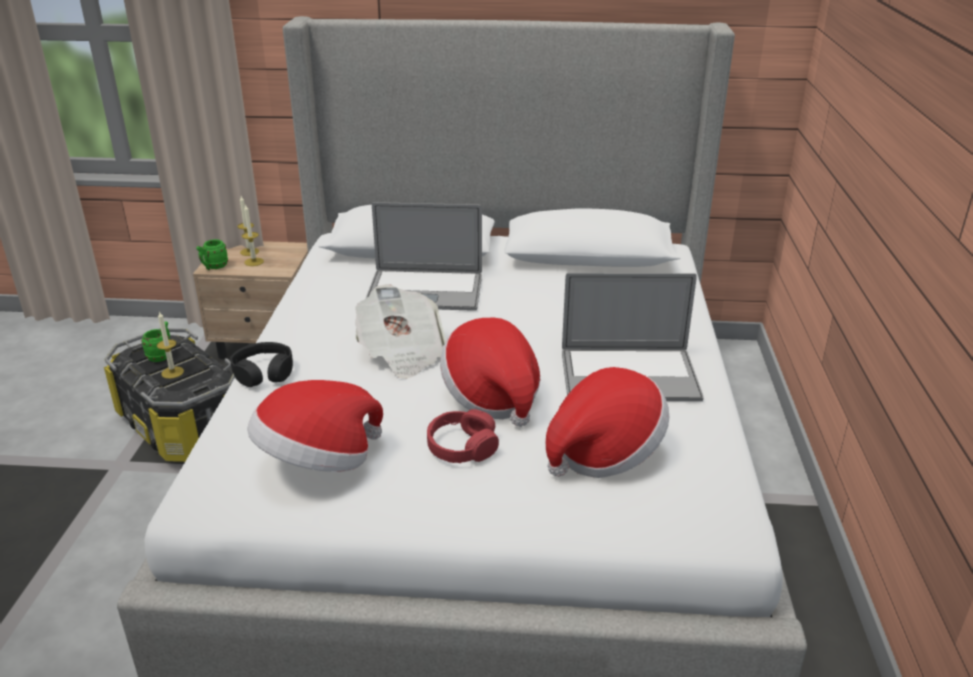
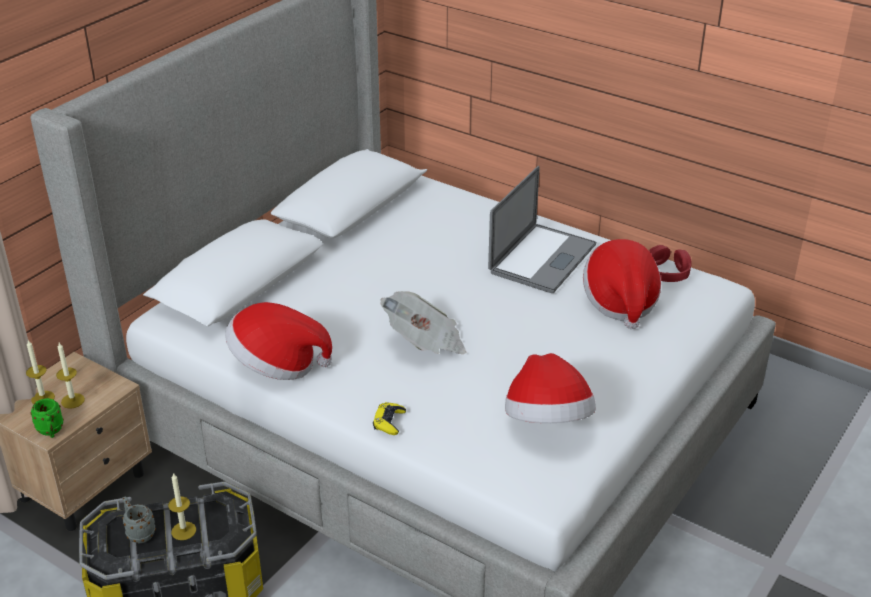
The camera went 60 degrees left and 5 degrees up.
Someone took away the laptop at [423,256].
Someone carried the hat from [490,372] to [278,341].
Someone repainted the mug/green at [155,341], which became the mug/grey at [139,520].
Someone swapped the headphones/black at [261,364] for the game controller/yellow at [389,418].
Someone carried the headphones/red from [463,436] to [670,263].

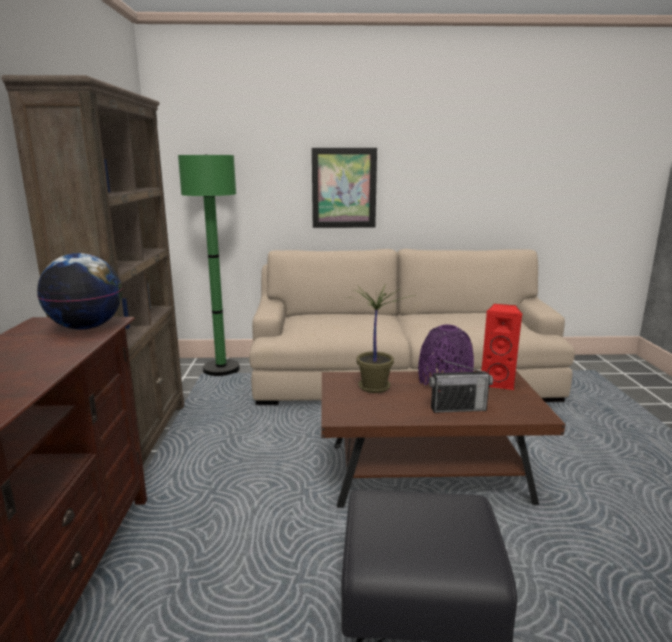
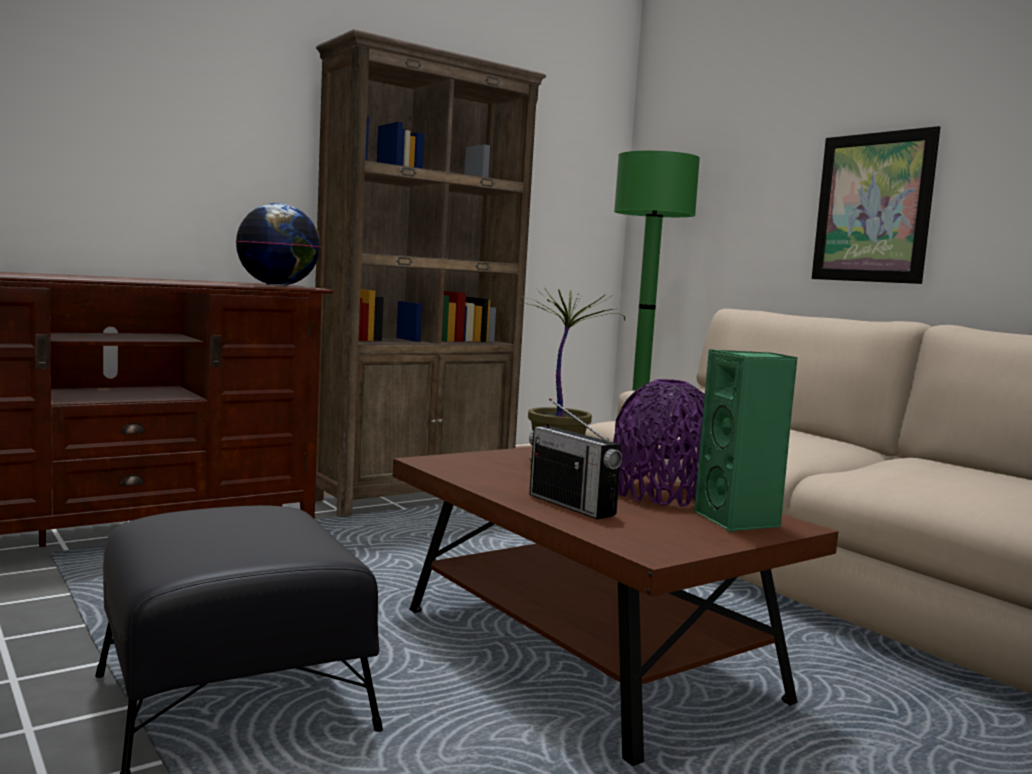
The camera went 55 degrees right and 10 degrees down.
Someone repainted the speaker/red at [502,347], which became the speaker/green at [746,440].

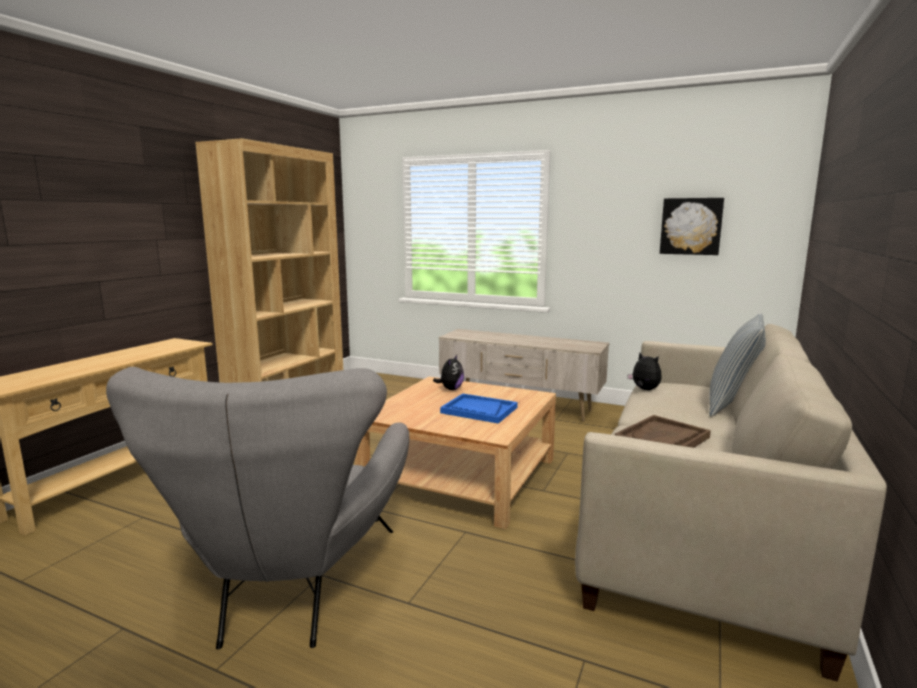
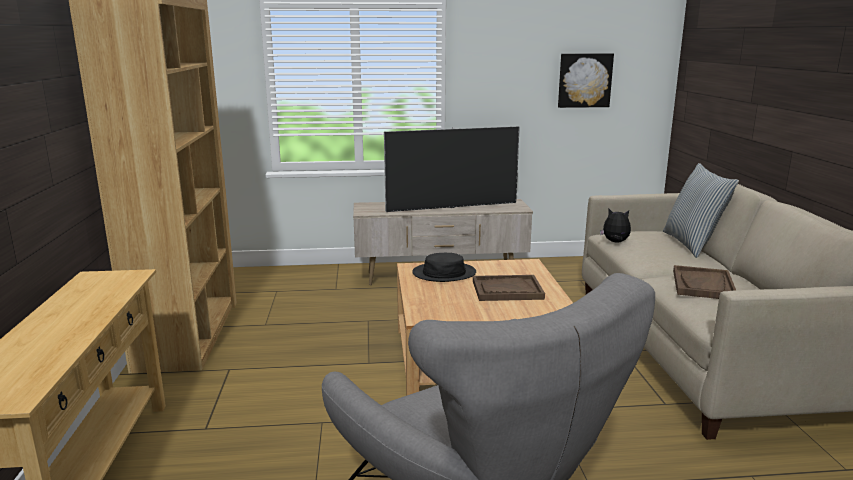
The camera went 30 degrees left and 5 degrees up.
Someone swapped the plush toy at [448,372] for the hat/black at [444,267].
Someone repainted the tray/blue at [479,408], which became the tray/brown at [509,288].
Someone put down the television at [452,169].

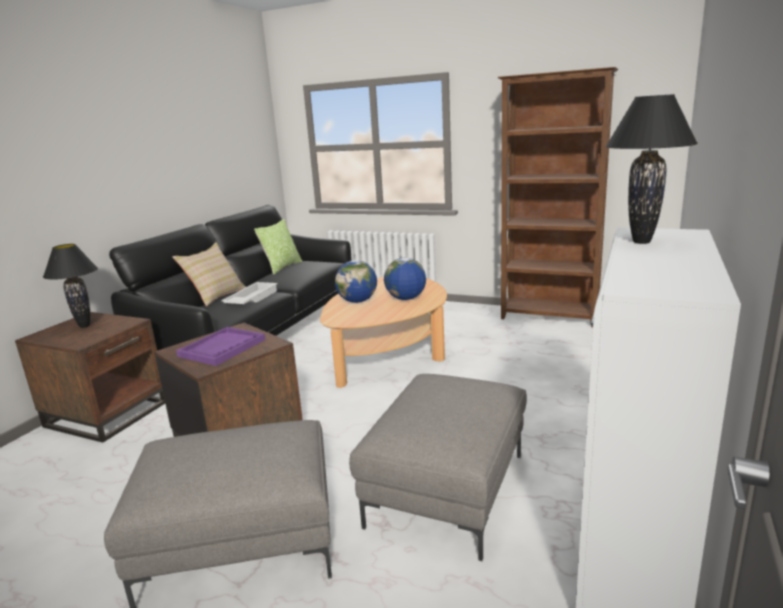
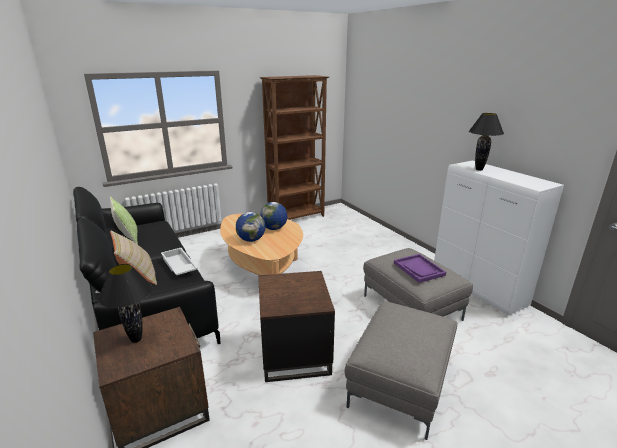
The camera went 55 degrees left and 5 degrees up.
Someone carried the tray/purple from [220,346] to [420,268].

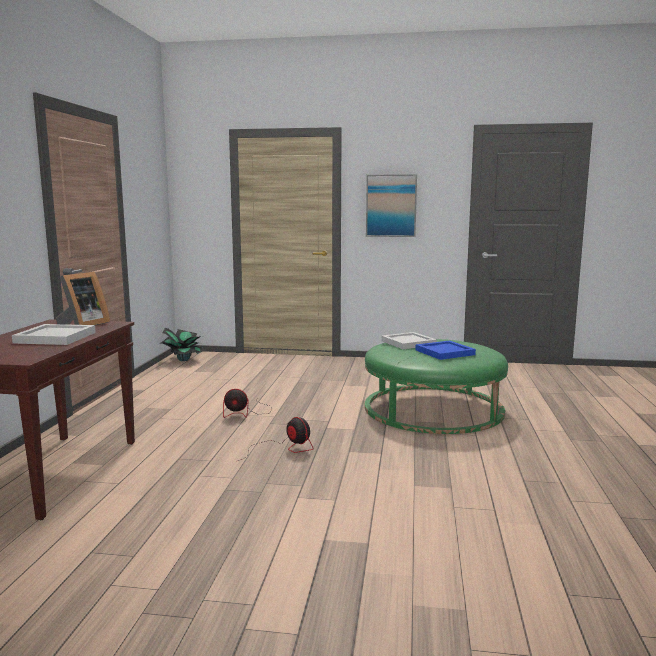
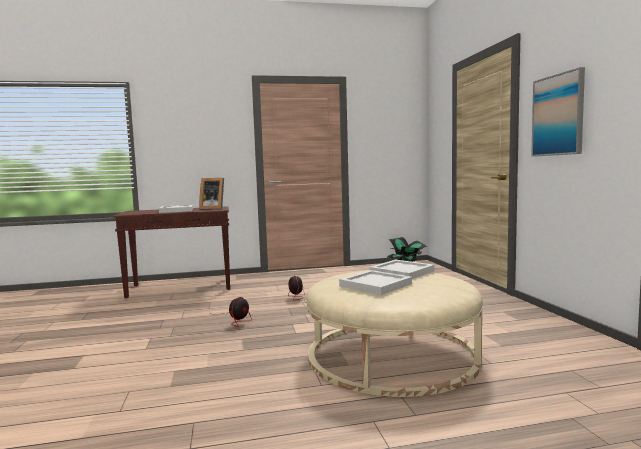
The camera went 70 degrees right and 5 degrees down.
Someone repainted the ottoman/green at [436,386], which became the ottoman/beige at [394,333].
Someone repainted the tray/blue at [445,350], which became the tray/white at [375,282].

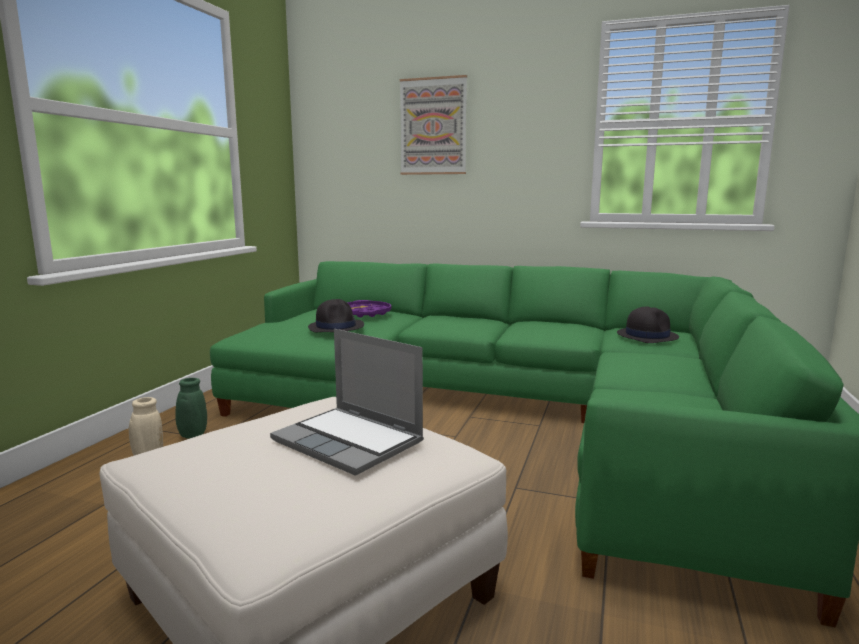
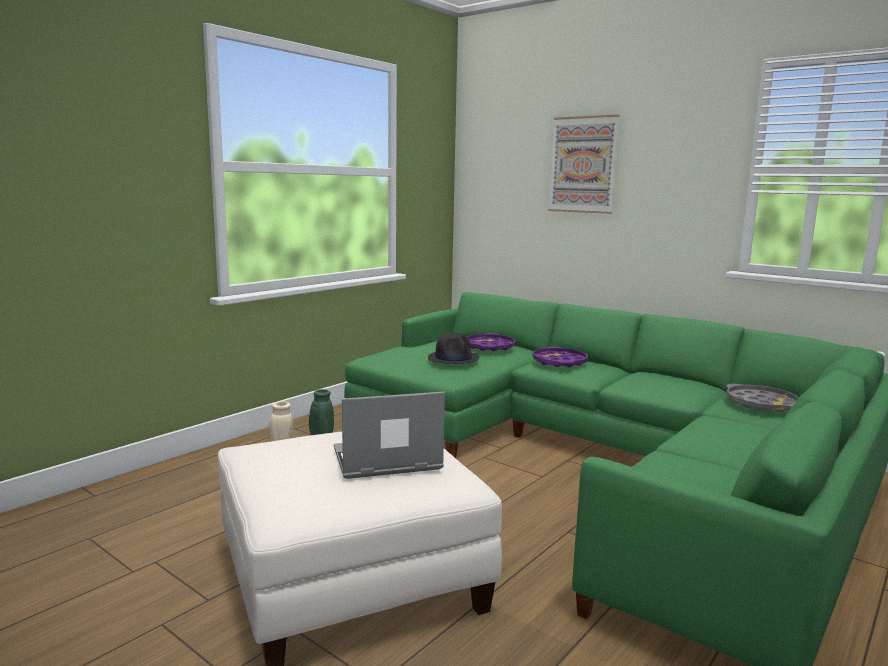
The camera went 20 degrees right and 0 degrees up.
Someone swapped the hat/black at [648,324] for the tray/grey at [762,398].
Someone rotated the laptop at [347,402] by 105 degrees clockwise.
Someone put down the tray/purple at [560,357].

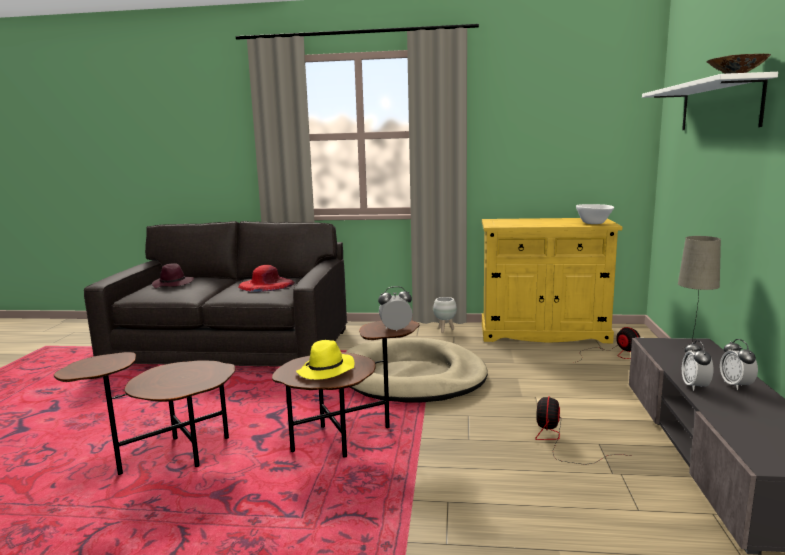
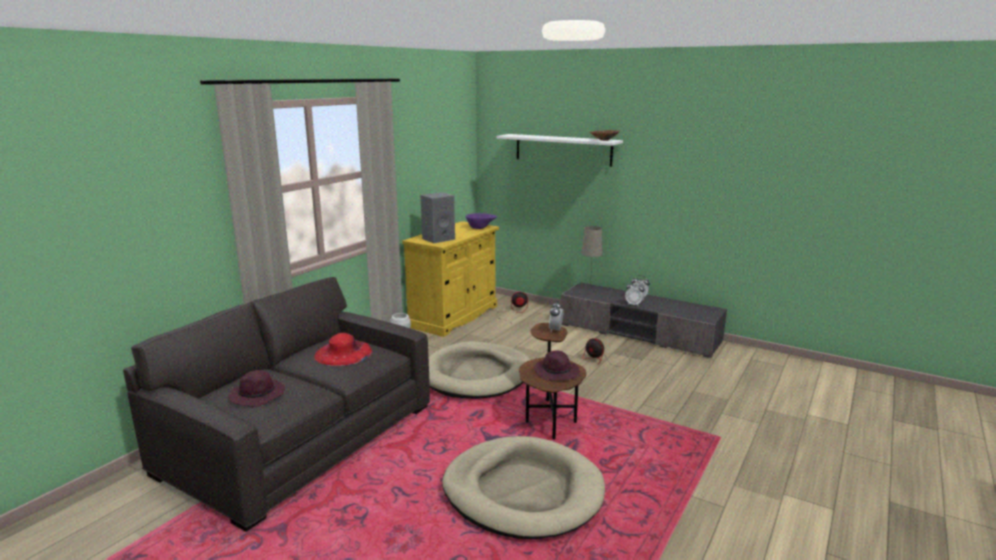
The camera went 65 degrees left and 5 degrees up.
Someone repainted the bowl/white at [595,214], which became the bowl/purple at [481,221].
Someone repainted the hat/yellow at [325,360], which became the hat/purple at [557,365].
Someone swapped the side table/brown at [144,413] for the dog bed/beige at [523,487].
Someone put down the speaker/grey at [438,217].

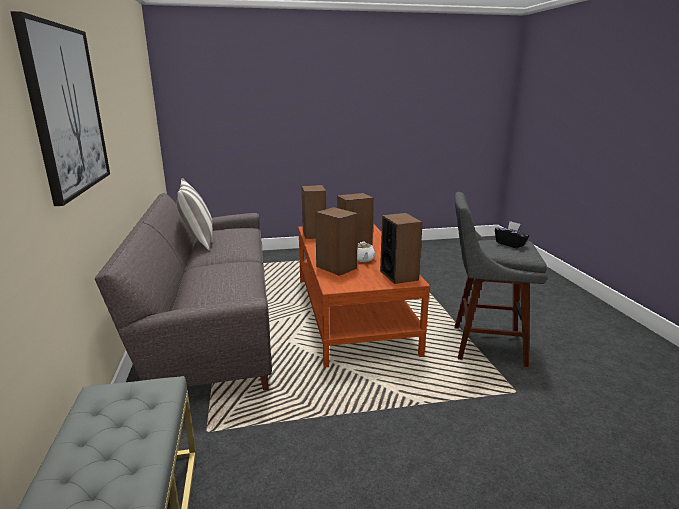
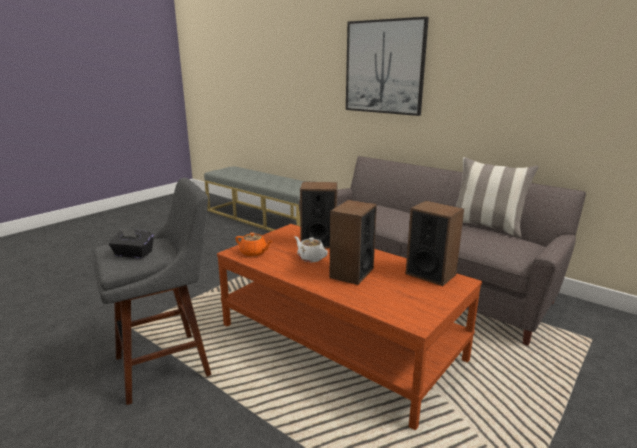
The camera went 140 degrees right and 0 degrees up.
Someone swapped the speaker at [401,248] for the teapot/orange at [254,244].

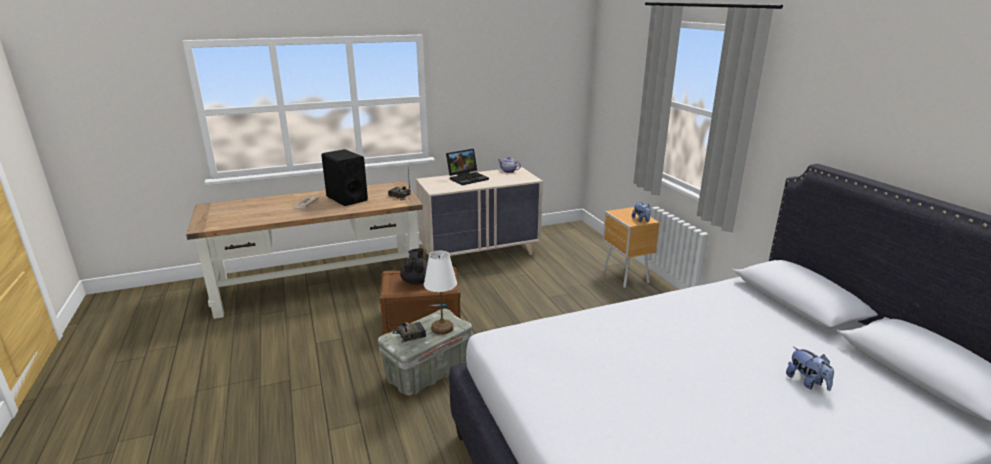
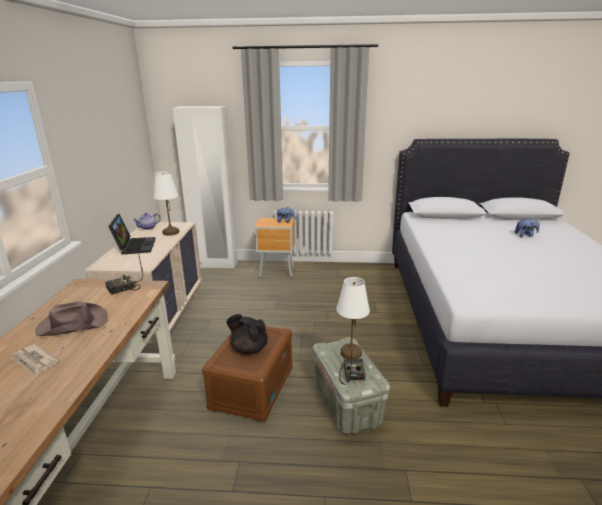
The camera went 65 degrees left and 0 degrees up.
Someone swapped the speaker/black at [344,177] for the hat/brown at [71,318].
Someone put down the wardrobe/white at [205,187].
Someone put down the table lamp/white at [166,203].

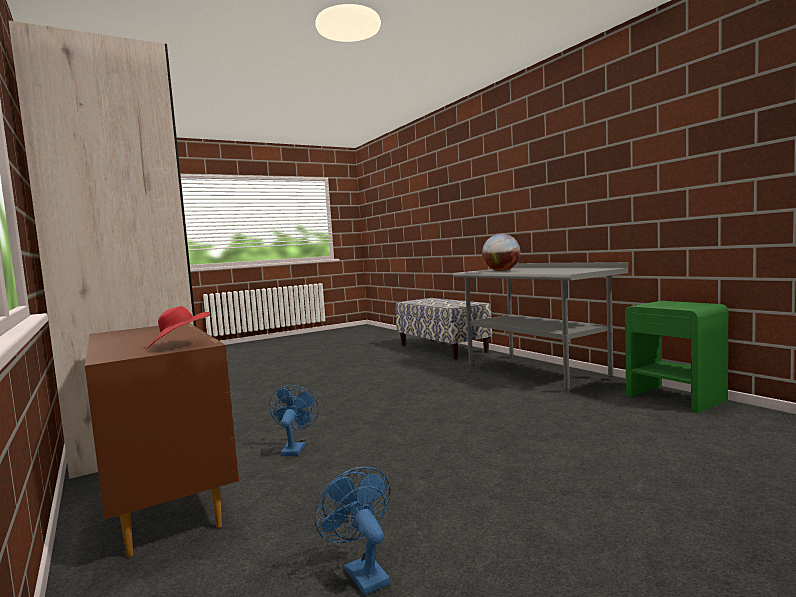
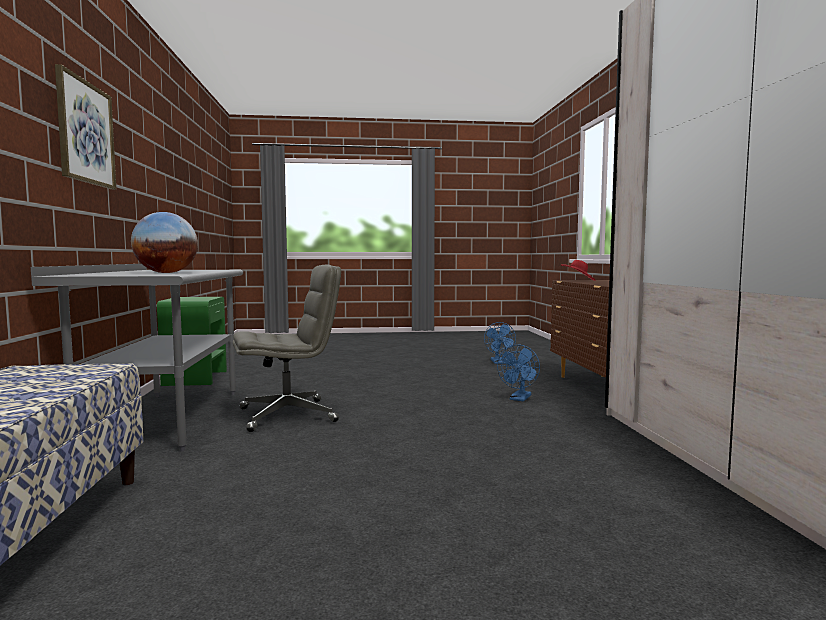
The camera went 155 degrees left and 0 degrees up.
Someone put up the picture at [85,126].
Someone put down the office chair/grey at [287,348].

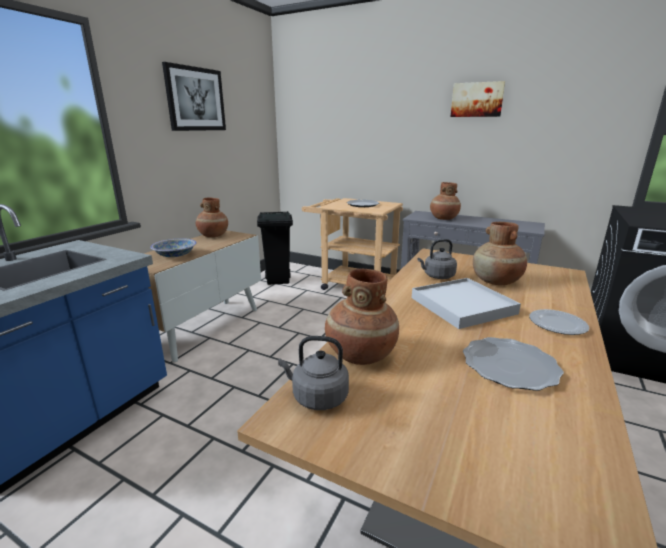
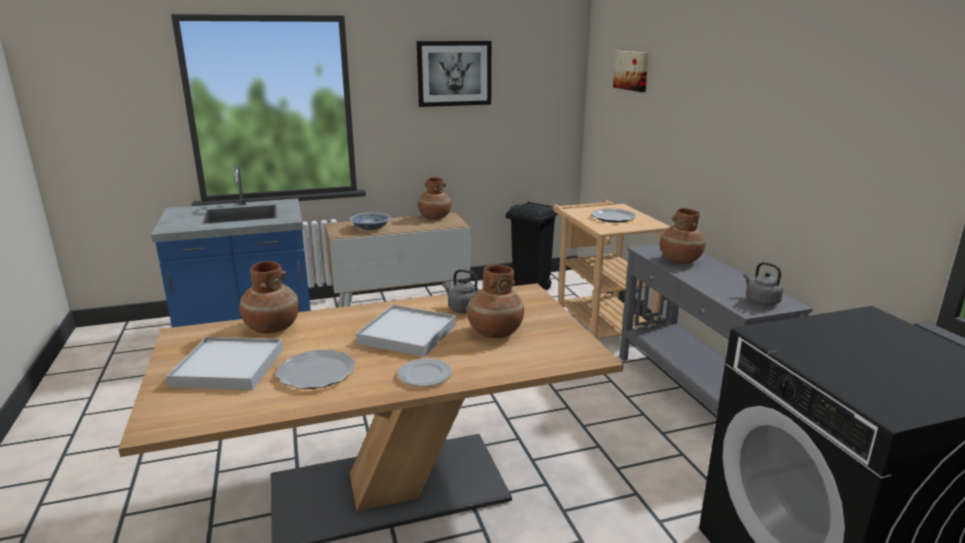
The camera went 45 degrees right and 0 degrees up.
Someone carried the picture from [477,99] to [631,71].
Someone carried the kettle/grey from [313,373] to [763,284].
Someone put down the tray/white at [225,363].

